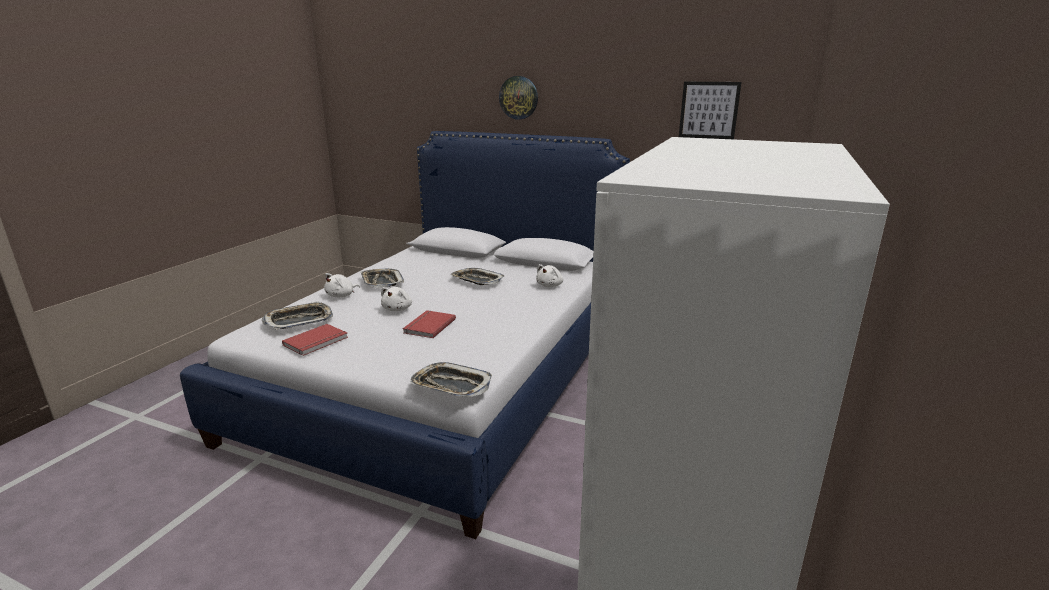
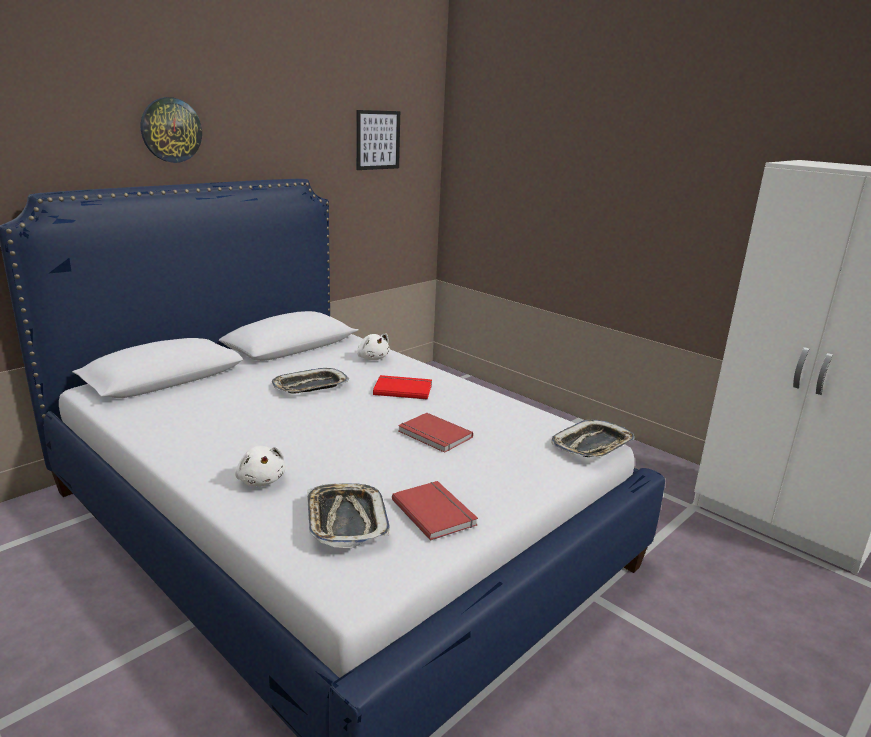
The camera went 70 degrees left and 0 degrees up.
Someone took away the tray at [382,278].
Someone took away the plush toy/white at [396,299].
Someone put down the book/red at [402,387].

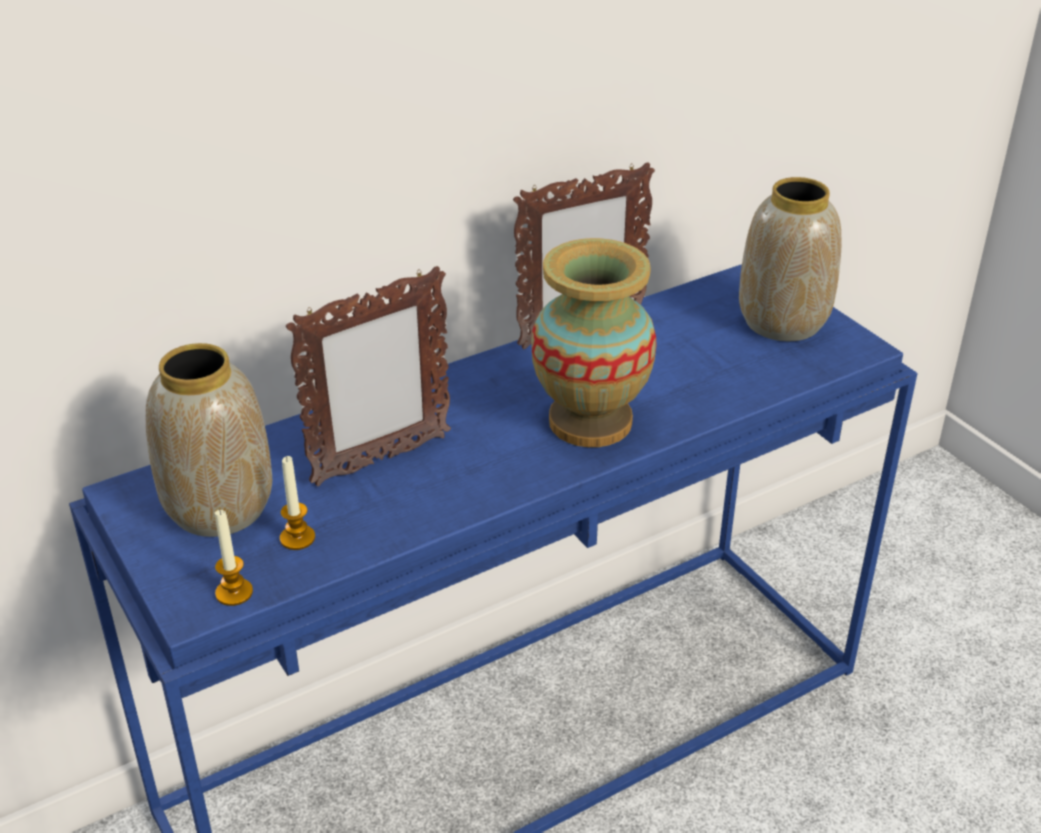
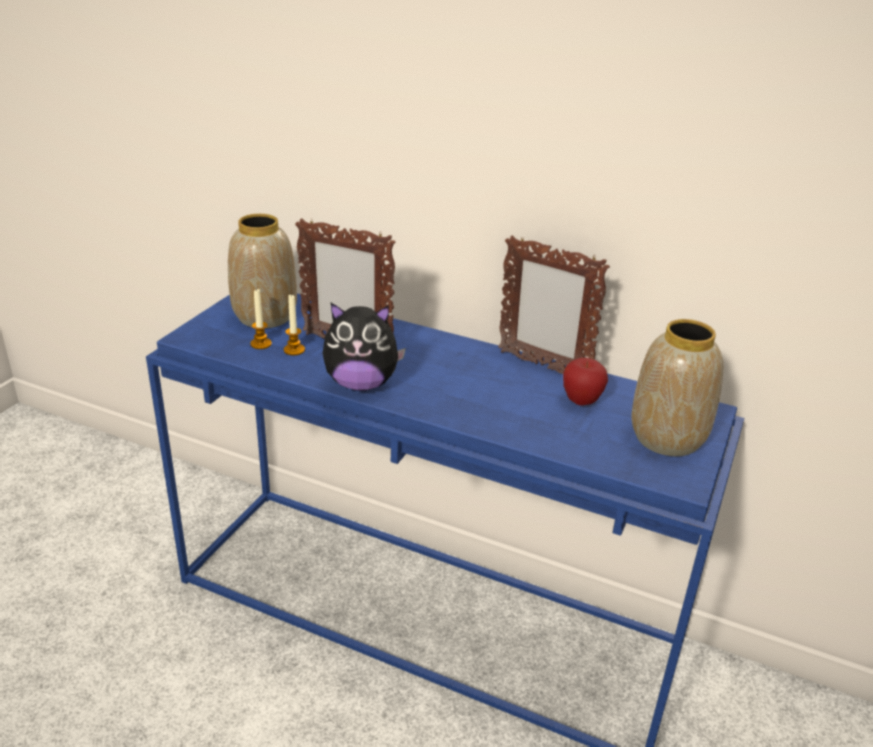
The camera went 55 degrees right and 5 degrees down.
Someone took away the vase at [594,342].
Someone carried the candle from [234,557] to [294,325].
Someone put down the plush toy at [364,347].
Someone put down the apple at [585,381].

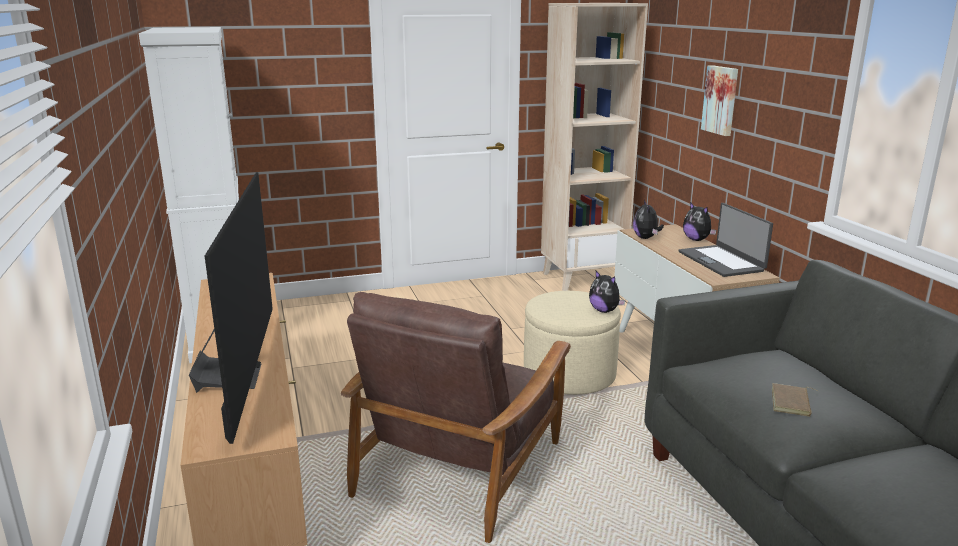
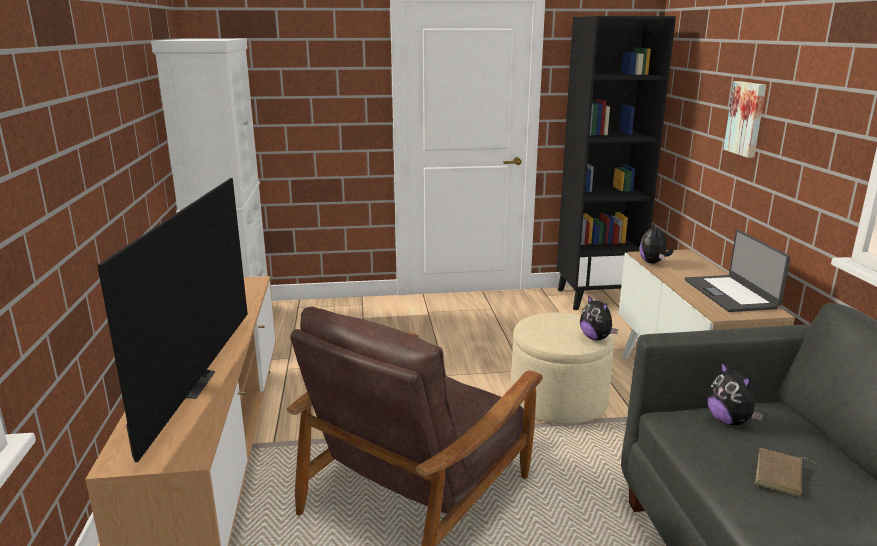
The camera went 10 degrees right and 0 degrees up.
Someone repainted the bookcase/beige at [594,147], which became the bookcase/black at [616,163].
Someone carried the plush toy from [700,221] to [735,393].

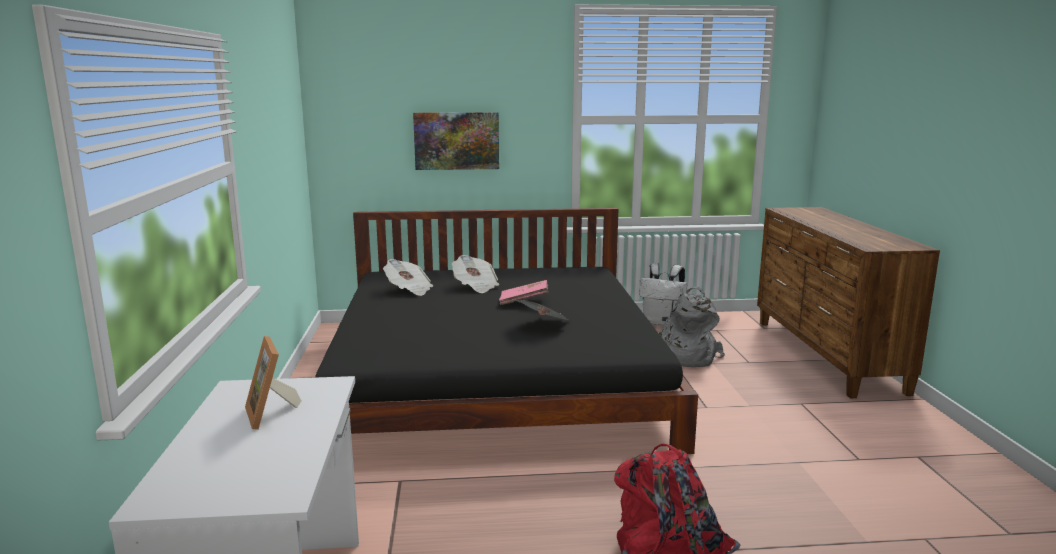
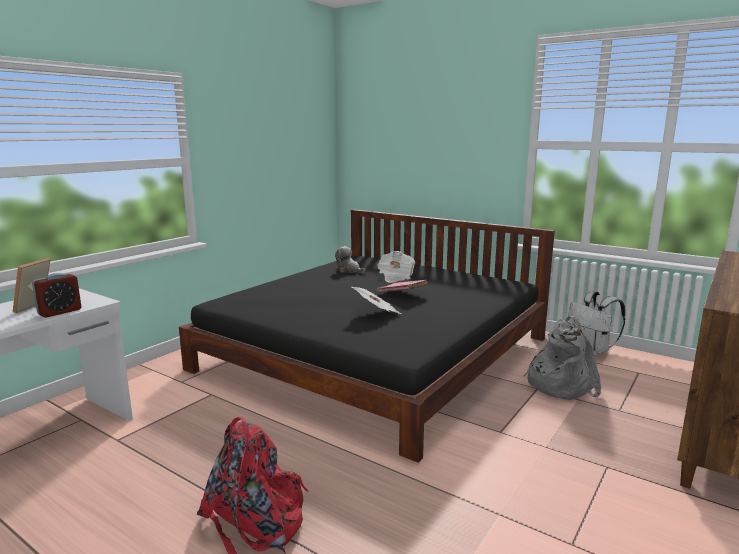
The camera went 40 degrees right and 0 degrees up.
Someone took away the picture at [456,141].
Someone swapped the newspaper at [408,277] for the plush toy at [350,259].
Someone put down the alarm clock at [56,295].

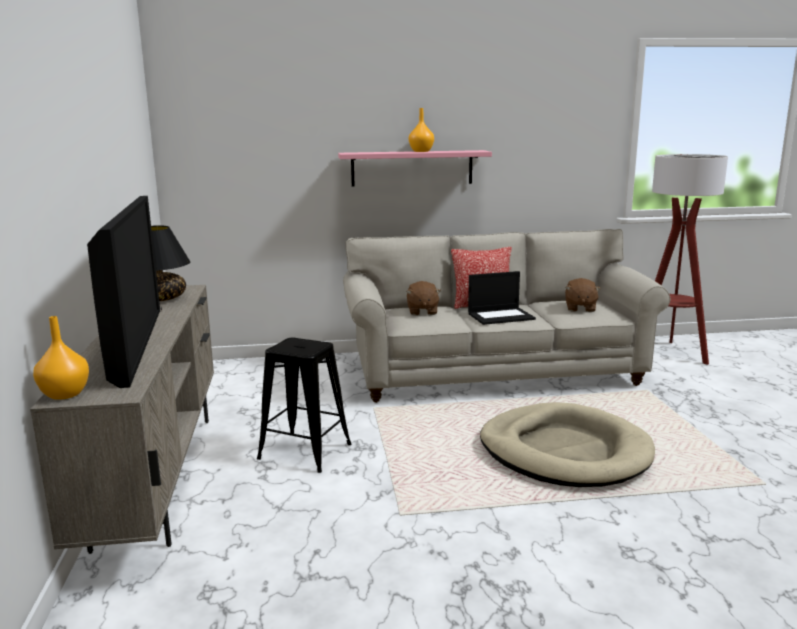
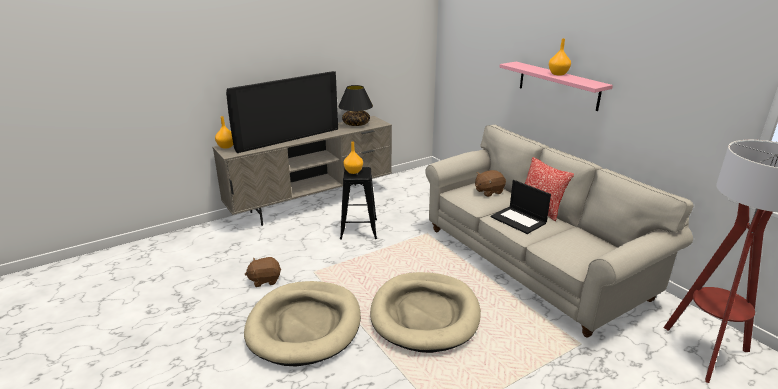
The camera went 65 degrees right and 10 degrees up.
Someone carried the plush toy/brown from [583,295] to [263,272].
Someone put down the vase/orange at [353,157].
Someone put down the dog bed/beige at [302,323].

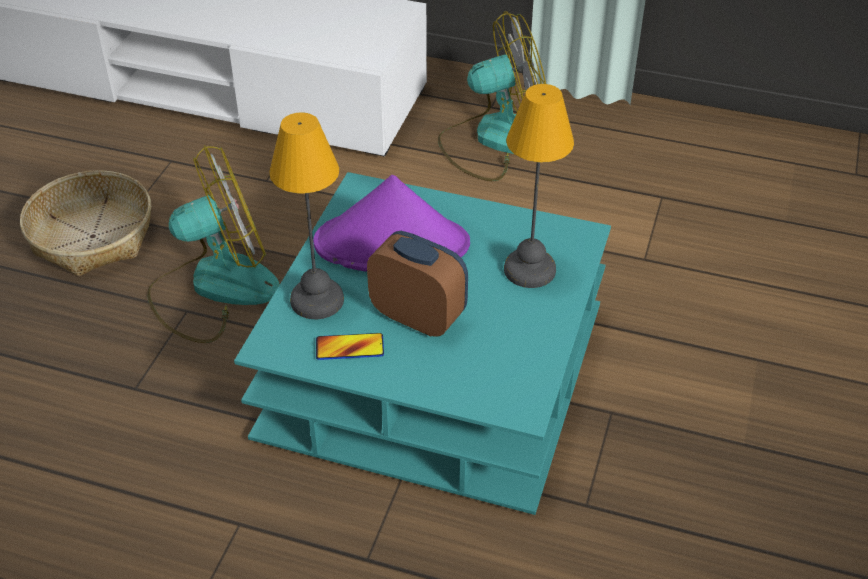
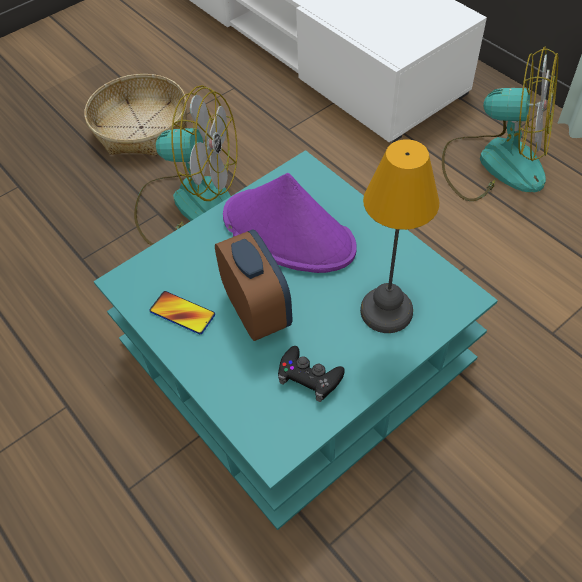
The camera went 35 degrees right and 10 degrees up.
Someone took away the table lamp at [306,216].
Someone put down the game controller/black at [311,374].

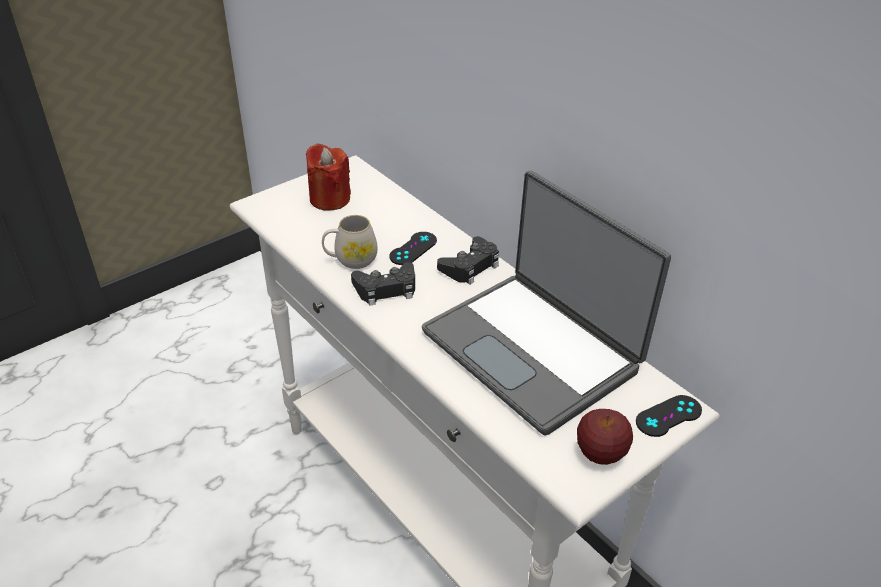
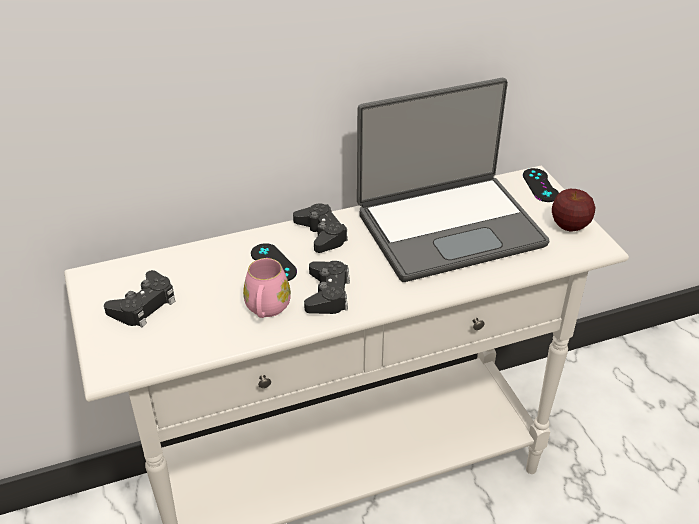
The camera went 70 degrees left and 0 degrees up.
Someone swapped the candle/red at [328,177] for the game controller/black at [139,298].
Someone repainted the mug/white at [349,242], which became the mug/pink at [267,288].

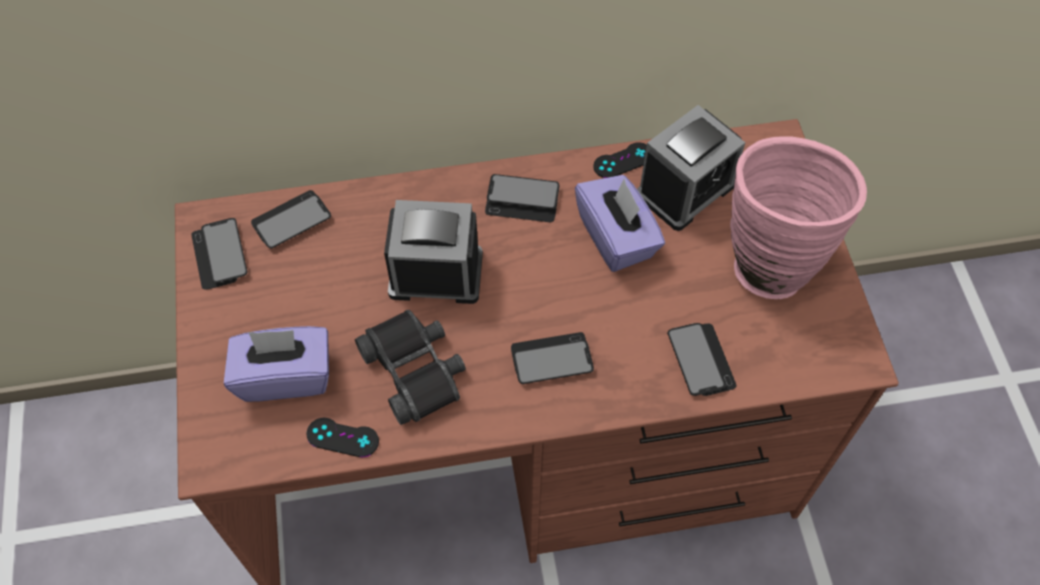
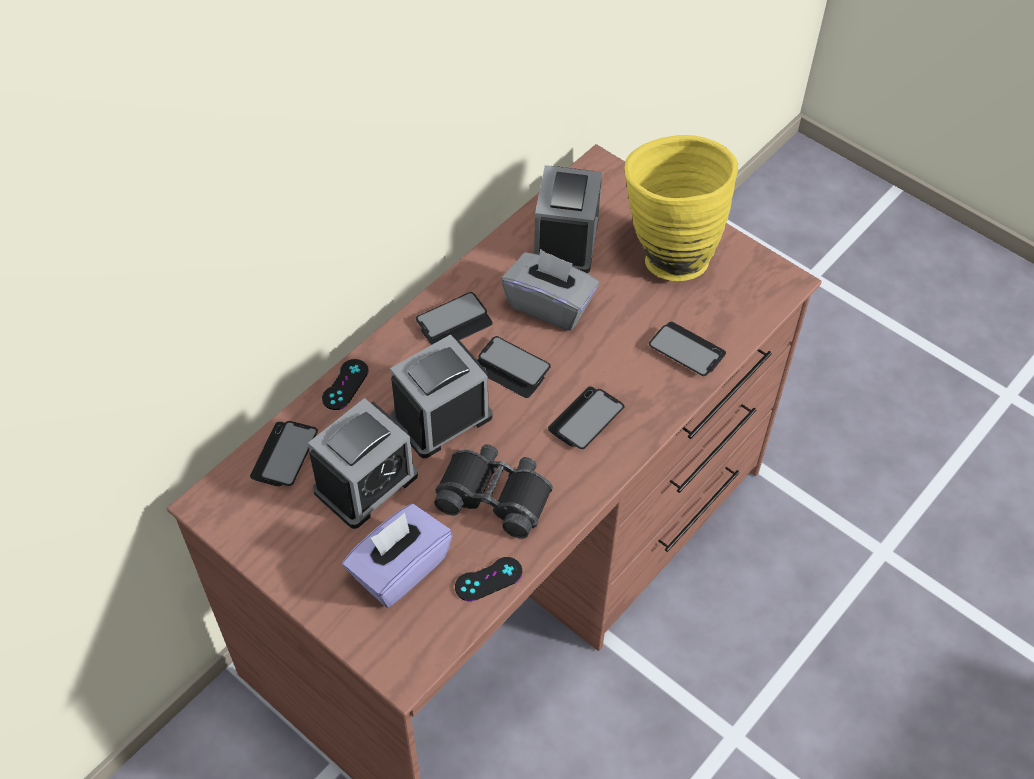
The camera went 40 degrees left and 5 degrees down.
Someone repainted the vase/pink at [798,217], which became the vase/yellow at [681,208].
Someone carried the game controller/black from [620,160] to [345,384].
Someone repainted the tissue box/purple at [620,223], which became the tissue box/grey at [550,290].
Someone carried the phone from [219,254] to [514,367].
Someone put down the alarm clock at [363,463].

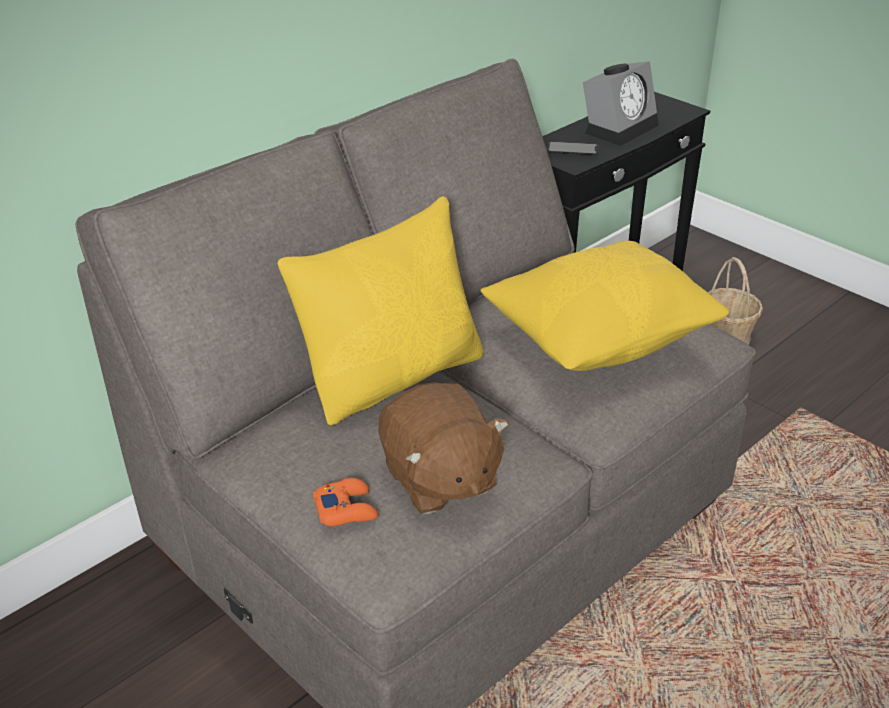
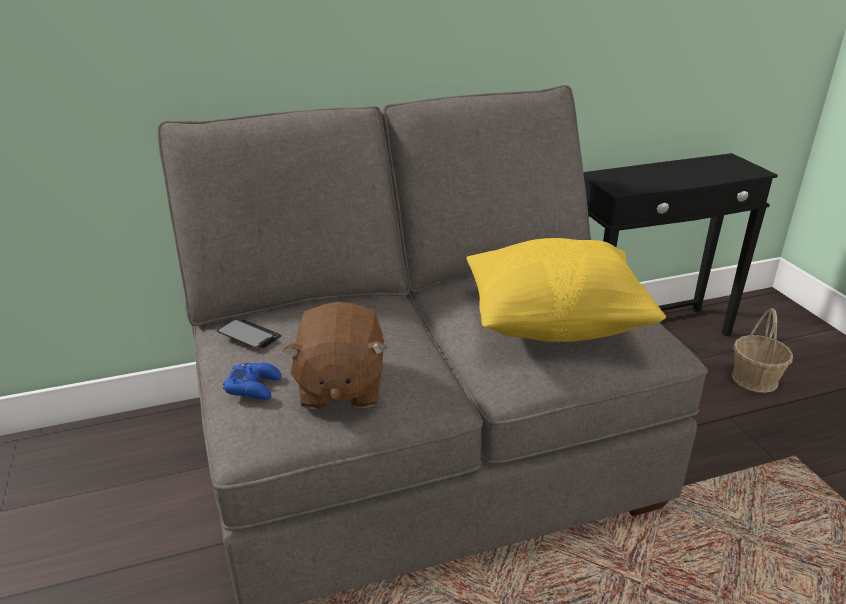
The camera went 25 degrees right and 5 degrees down.
Someone took away the alarm clock at [621,103].
Someone carried the phone from [572,148] to [249,333].
Someone took away the pillow/yellow at [380,310].
Someone repainted the game controller/orange at [345,502], which became the game controller/blue at [252,381].

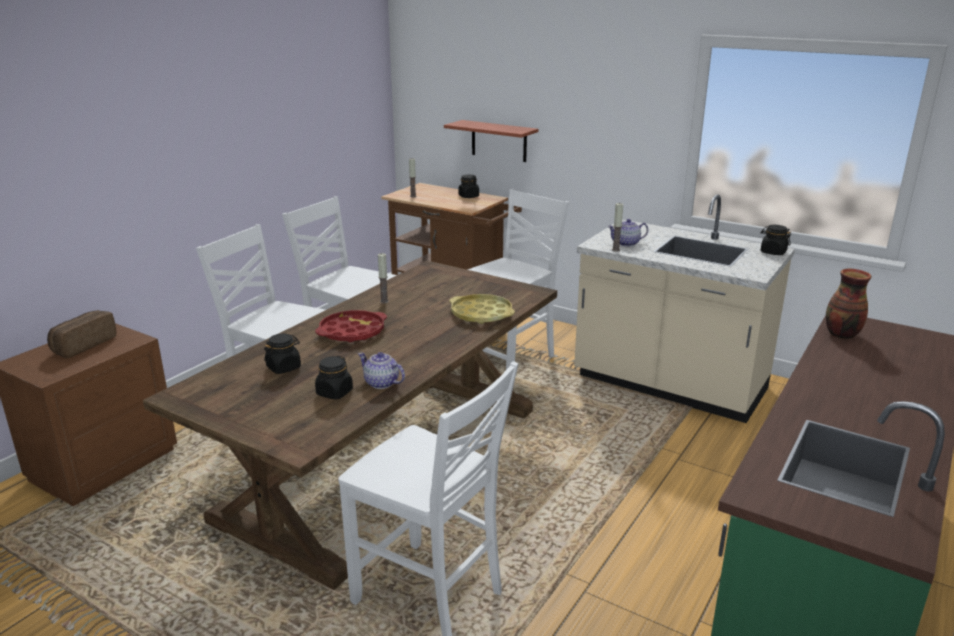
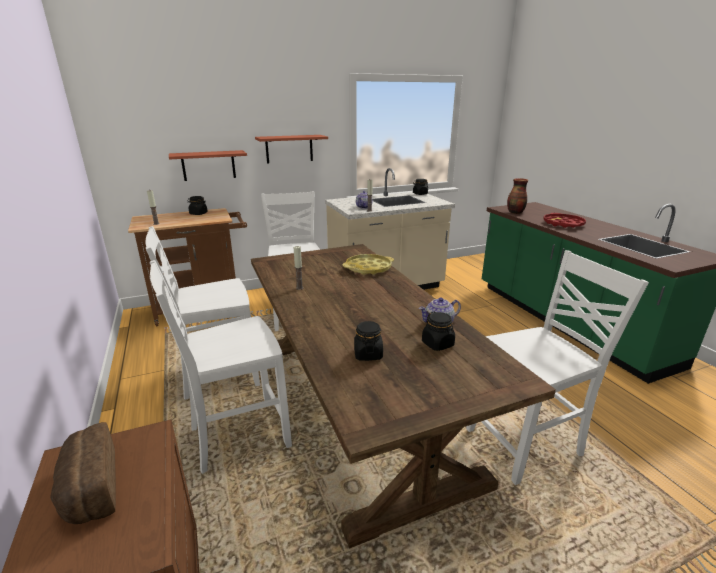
The camera went 55 degrees left and 0 degrees up.
Someone carried the tray/red from [351,326] to [564,220].
Someone put up the shelf at [291,149].

